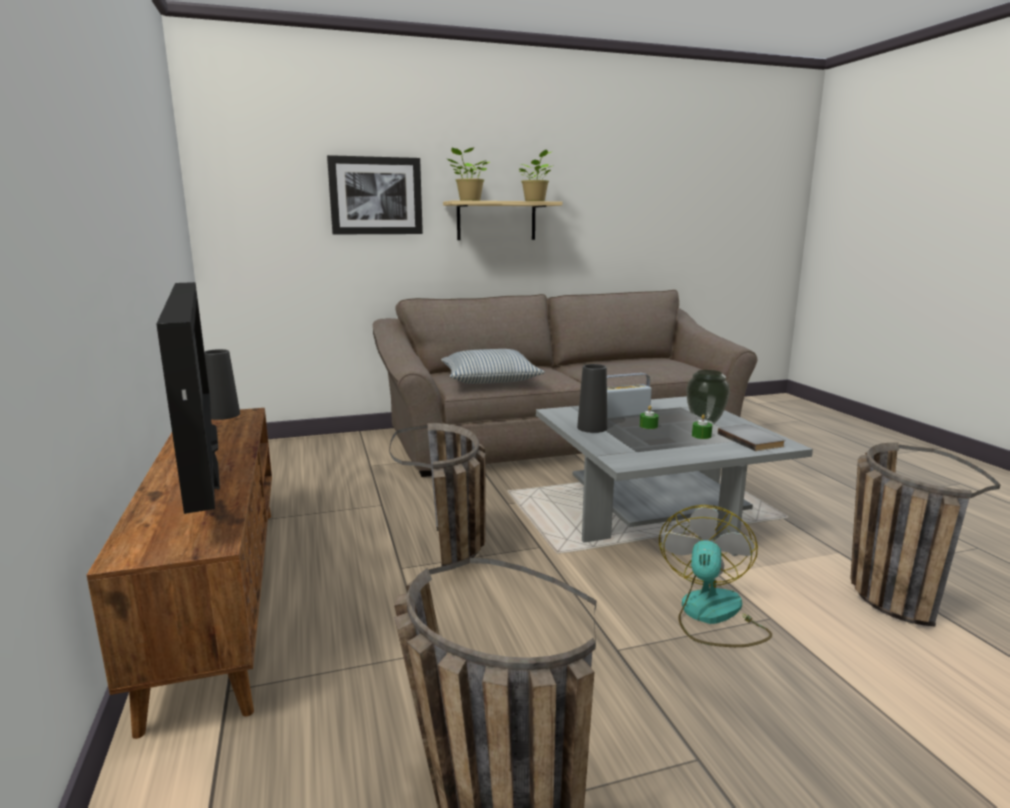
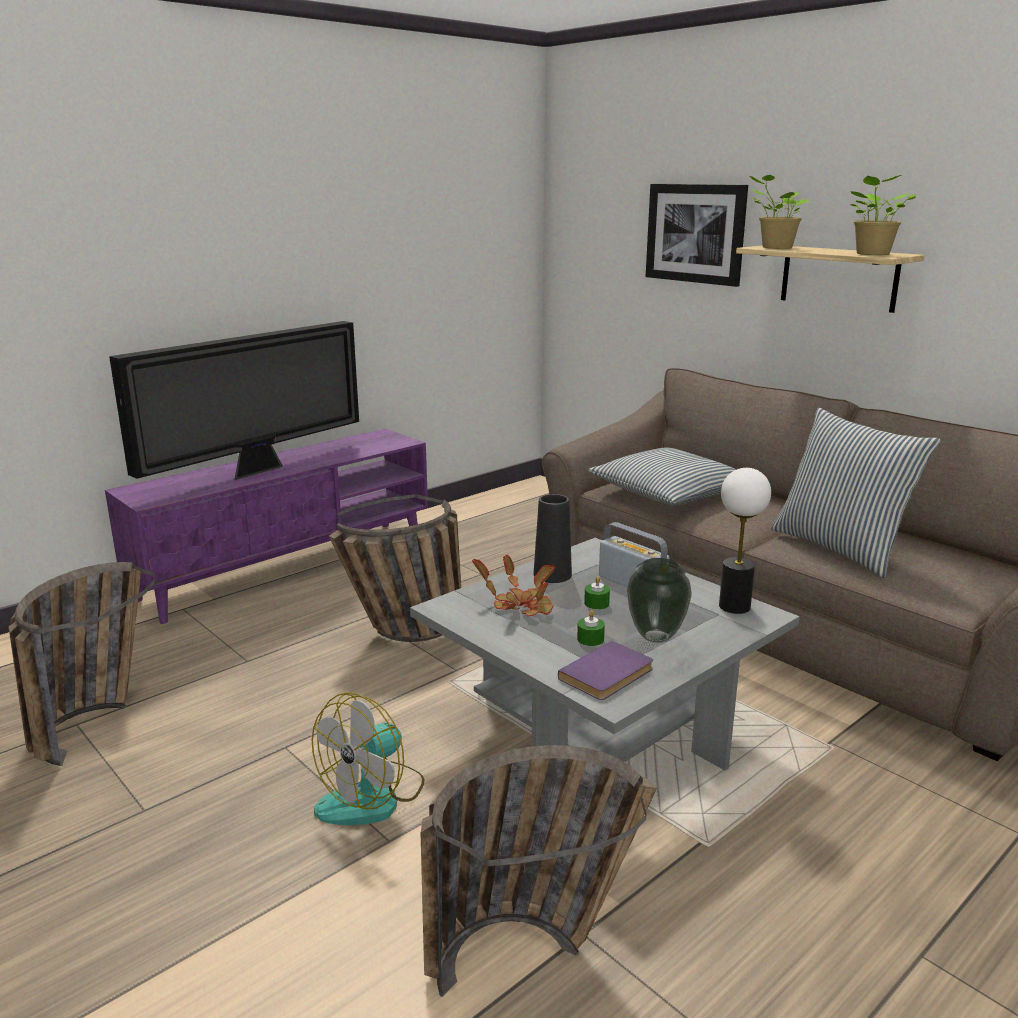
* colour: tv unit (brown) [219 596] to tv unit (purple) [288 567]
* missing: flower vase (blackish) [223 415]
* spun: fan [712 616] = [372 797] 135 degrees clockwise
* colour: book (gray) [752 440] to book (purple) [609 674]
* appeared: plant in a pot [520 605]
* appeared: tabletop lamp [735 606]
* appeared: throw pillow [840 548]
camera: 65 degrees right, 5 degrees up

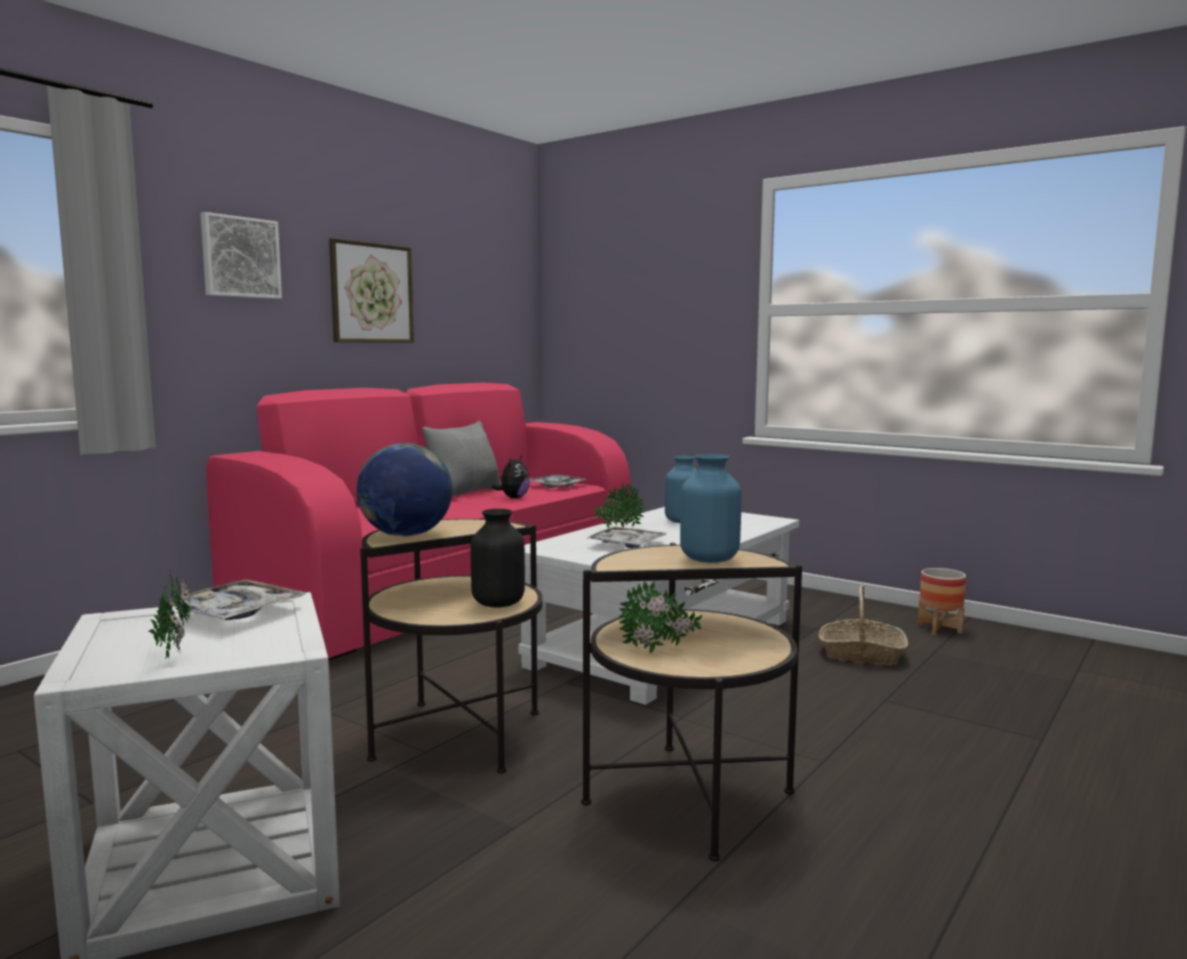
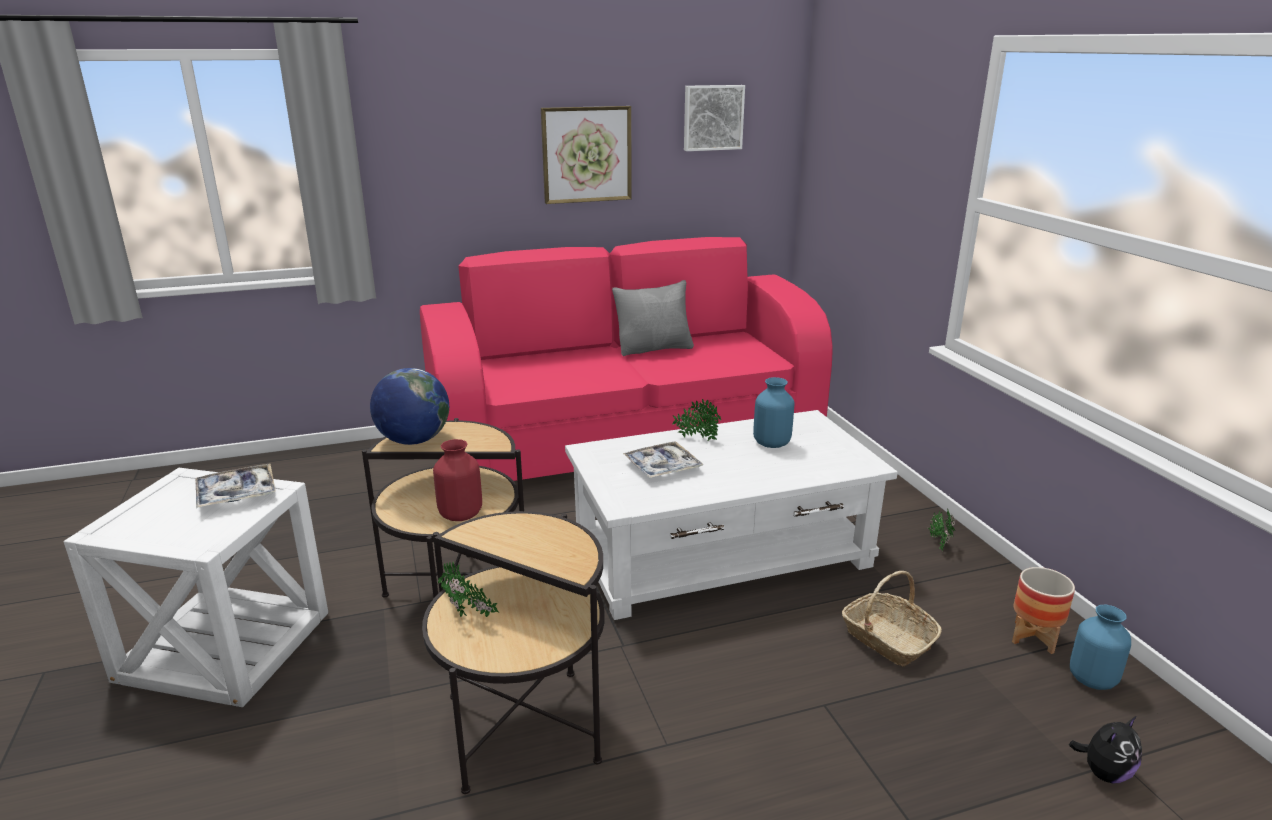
* relocated: plant in a pot [171 653] to [938 543]
* relocated: wall picture [240 257] to [712 117]
* colour: flower vase (blackish) [499 603] to flower vase (reddish) [461 514]
* relocated: plush toy [513 498] to [1104 772]
* missing: serving tray [556 486]
* relocated: flower vase (bluish) [708 559] to [1091 679]
camera: 35 degrees right, 15 degrees up

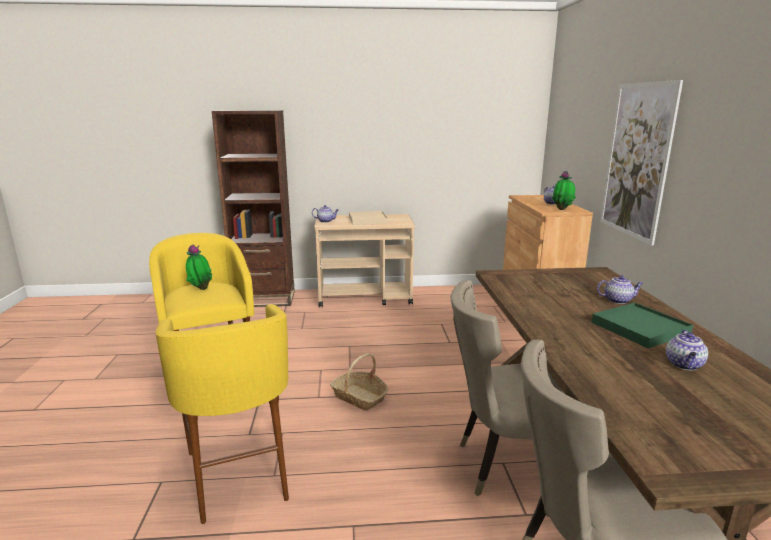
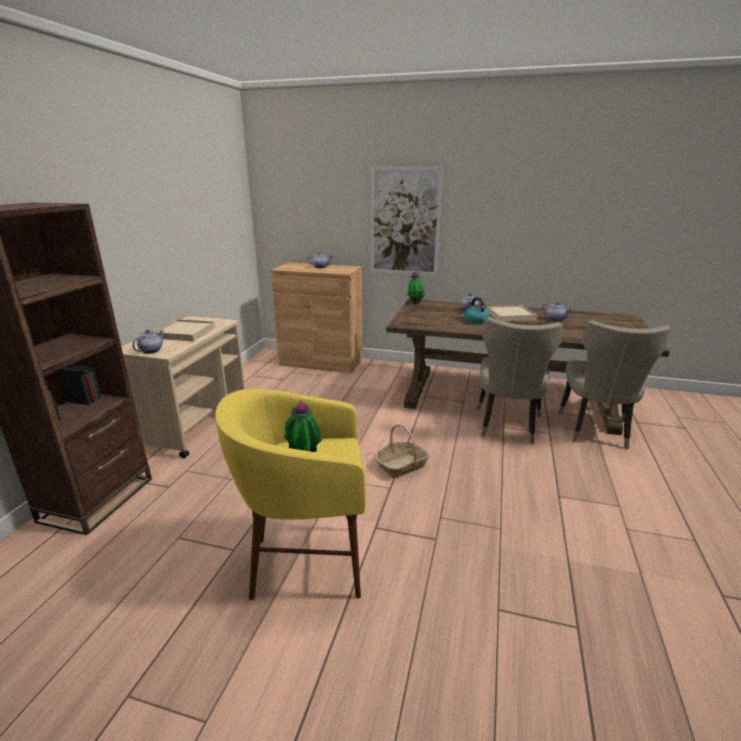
* missing: sitting stool (yellow) [240 474]
* relocated: plant in a pot [562 209] to [415 303]
* colour: serving tray (green) [640 328] to serving tray (beige-coloured) [510 315]
* appeared: tea kettle [475 320]
camera: 70 degrees left, 5 degrees up

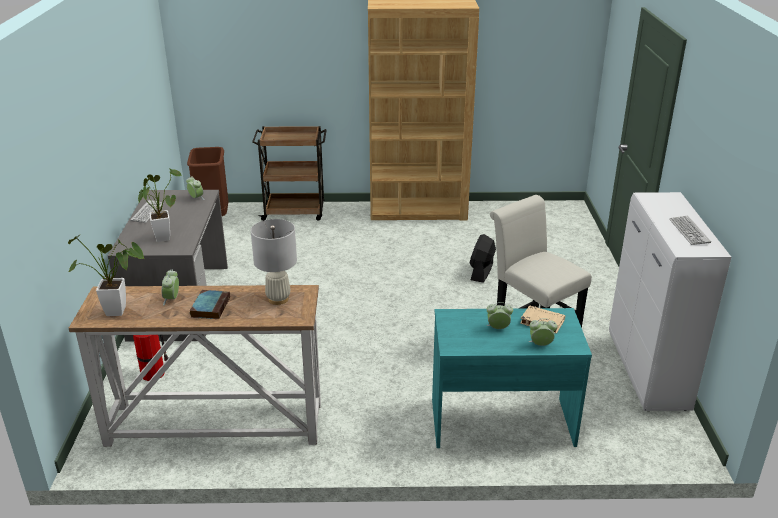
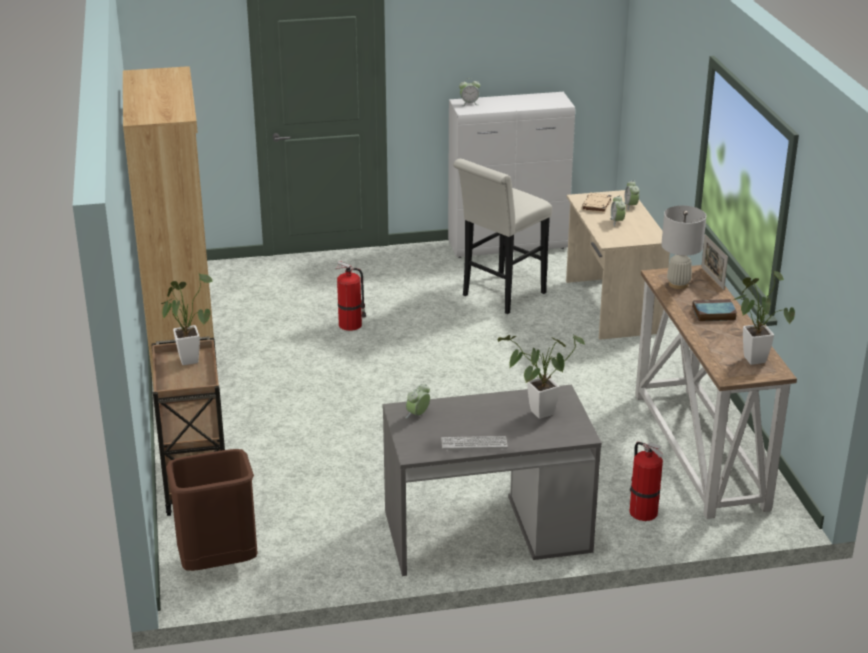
* relocated: bedside clock [172 299] to [469 103]
* colour: desk unit (blue-green) [501 421] to desk unit (beige-coloured) [611 307]
* exchanged: fan (blackish) [481 272] to fire extinguisher [351 325]
* missing: keyboard [689 231]
* appeared: plant in a pot [188 358]
* appeared: photo frame [712 278]
camera: 100 degrees left, 0 degrees up

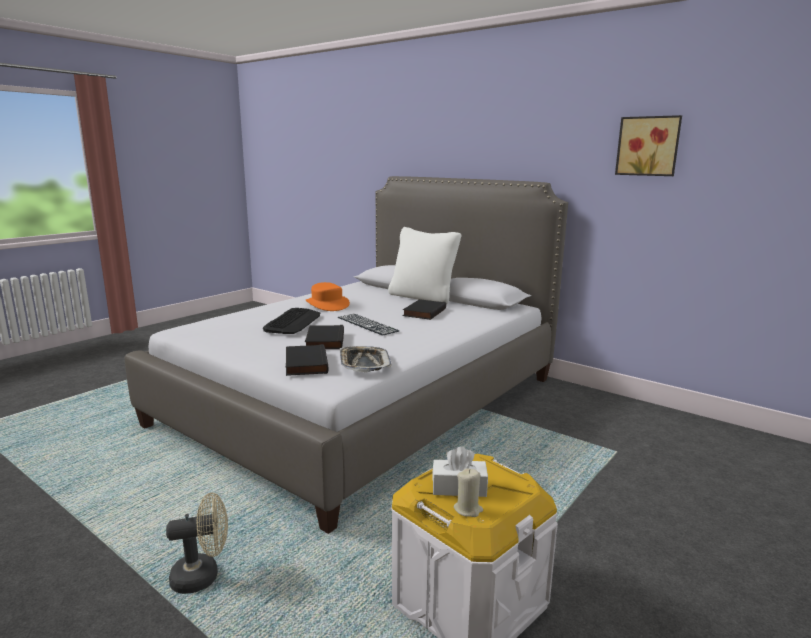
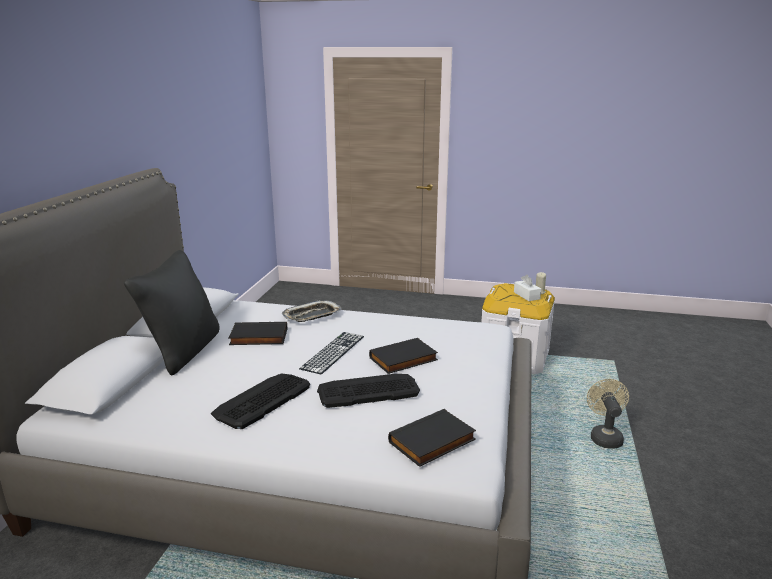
* spun: fan (beige-coloured) [203 576] = [604 436] 45 degrees clockwise
* relocated: book (blackish) [304 363] to [433 442]
* exchanged: clothing hat (orangey) [327 304] to keyboard [262 400]
* relocated: serving tray [364 363] to [312 316]
* colour: throw pillow (white-coloured) [423 297] to throw pillow (blackish) [183 351]
* missing: wall picture [648 146]
camera: 115 degrees left, 5 degrees up

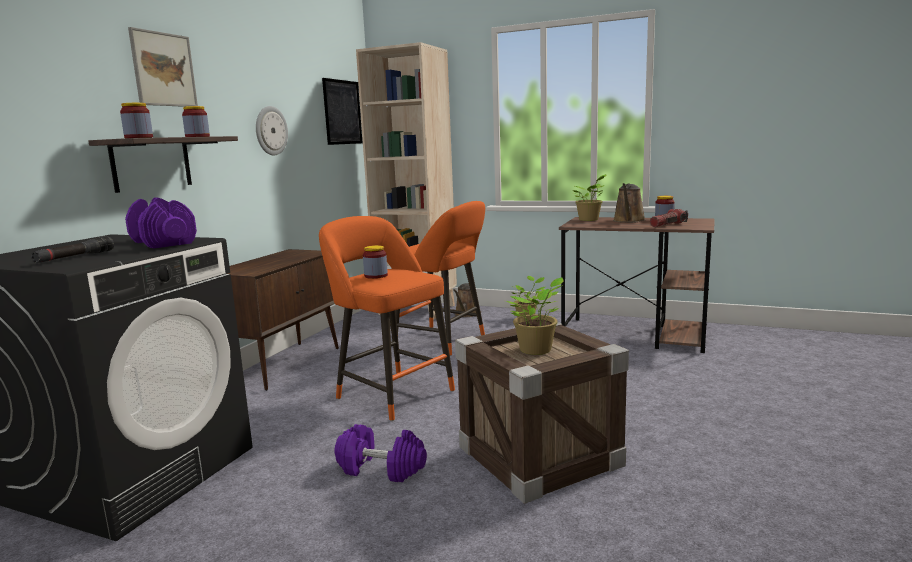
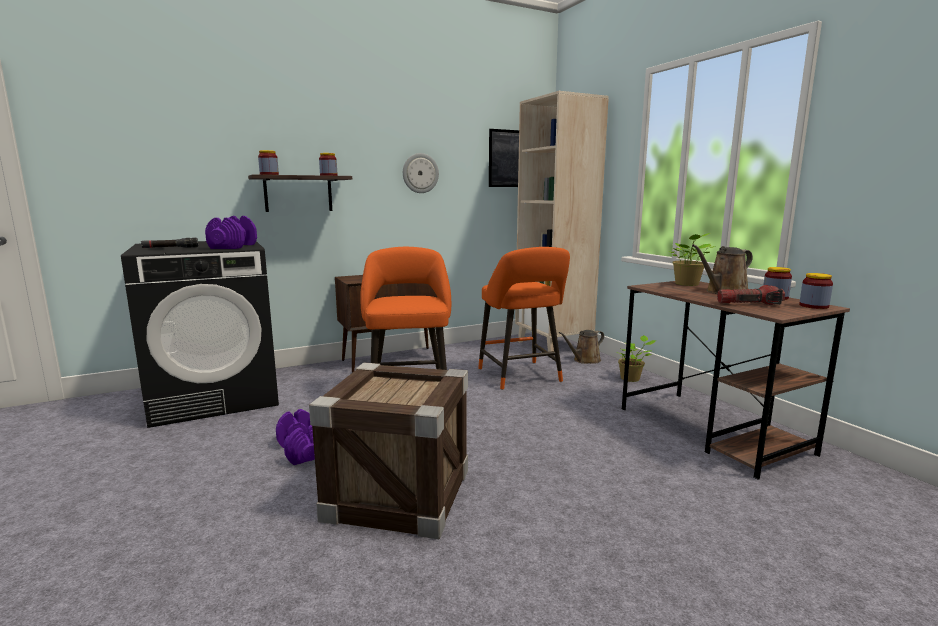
* missing: wall picture [163 69]
* relocated: storage jar [376 276] to [813 306]
* missing: plant in a pot [537 350]
camera: 40 degrees right, 0 degrees up

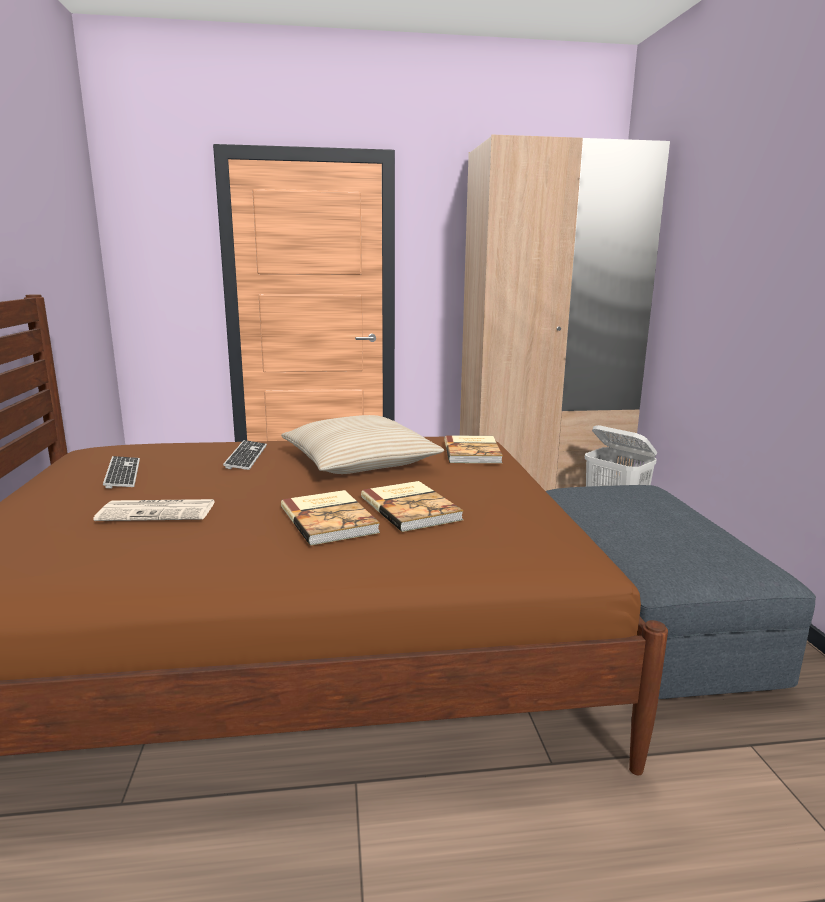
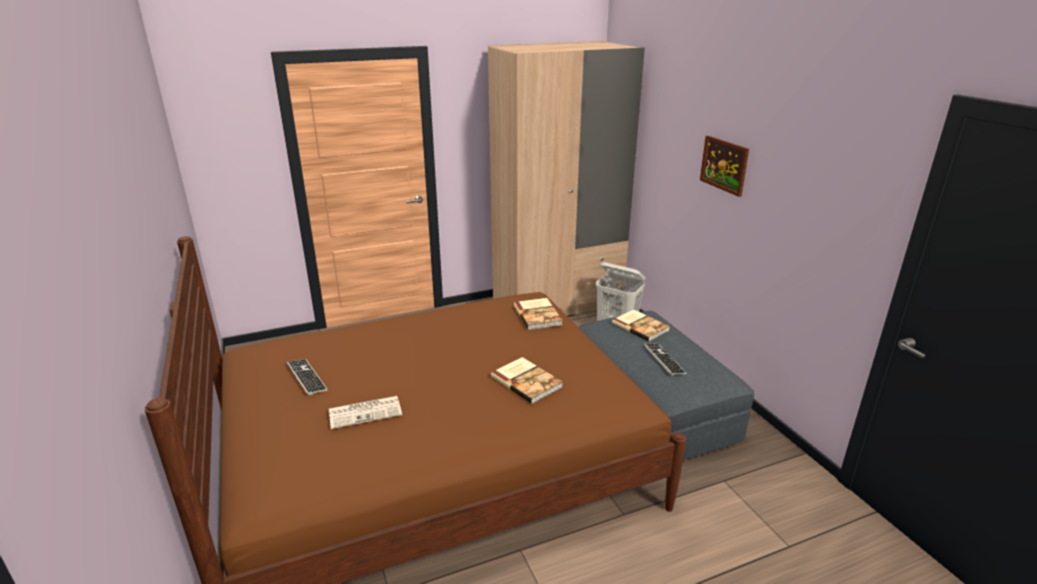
* relocated: keyboard [246 457] to [664 360]
* missing: throw pillow (beige-coloured) [359 461]
* relocated: book [330 519] to [640 326]
* appeared: wall picture [724 165]
camera: 15 degrees left, 10 degrees up

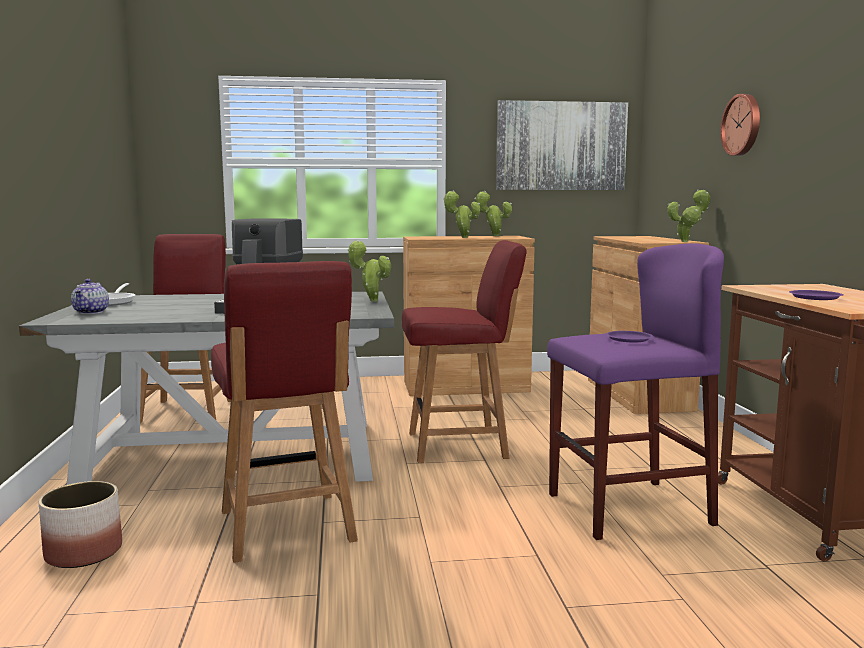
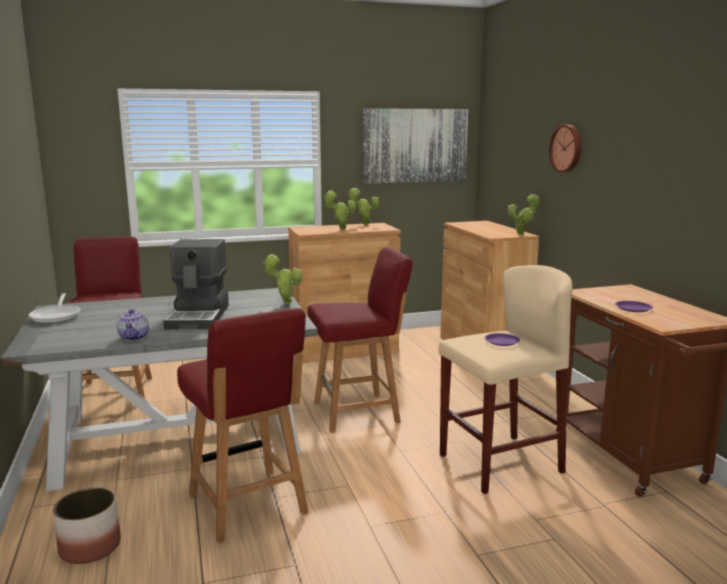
* relocated: pot for tea [91 312] to [134 337]
* colour: sitting stool (purple) [628 509] to sitting stool (beige-coloured) [500 463]
camera: 10 degrees left, 5 degrees up

